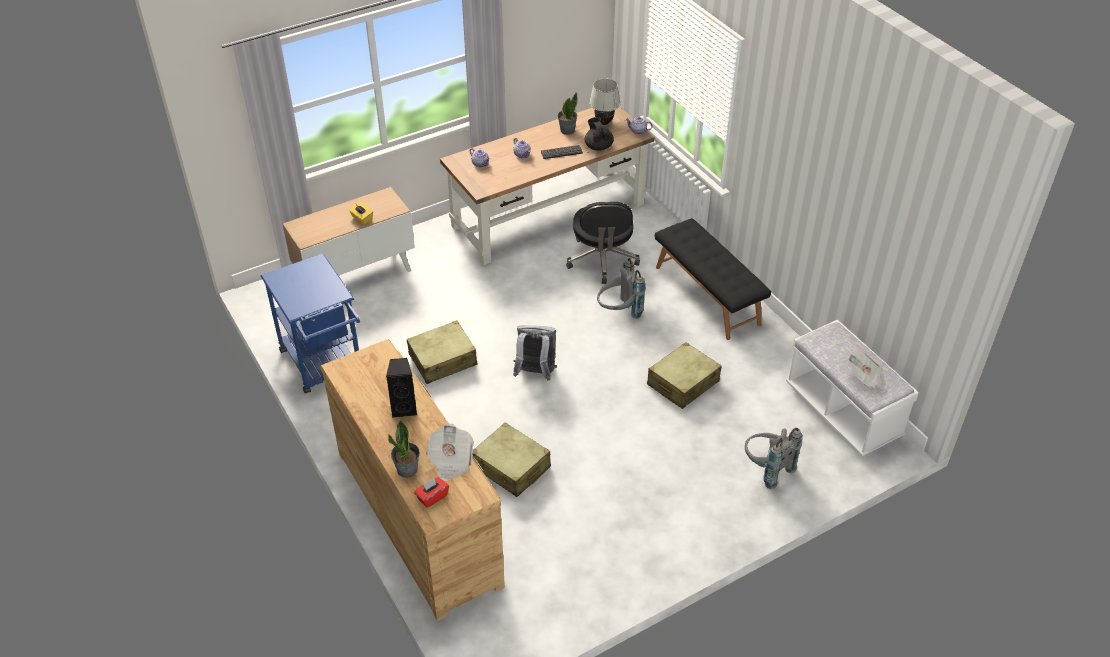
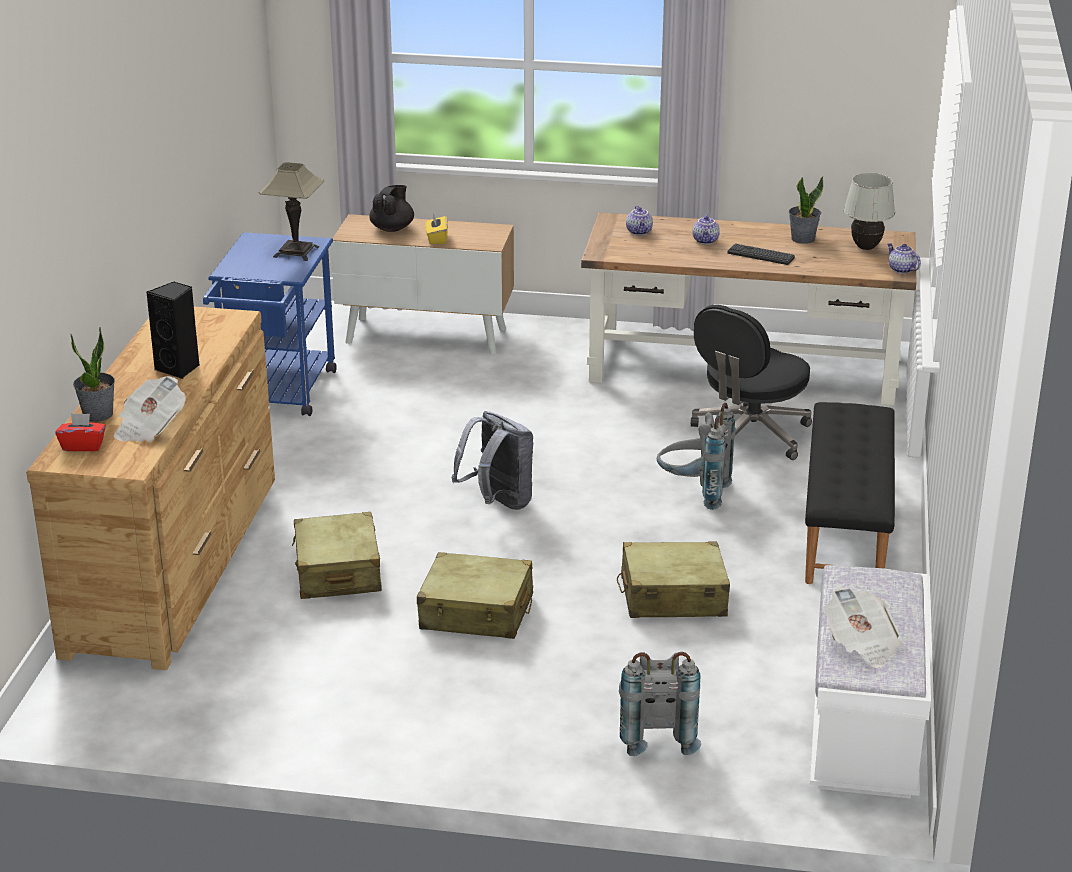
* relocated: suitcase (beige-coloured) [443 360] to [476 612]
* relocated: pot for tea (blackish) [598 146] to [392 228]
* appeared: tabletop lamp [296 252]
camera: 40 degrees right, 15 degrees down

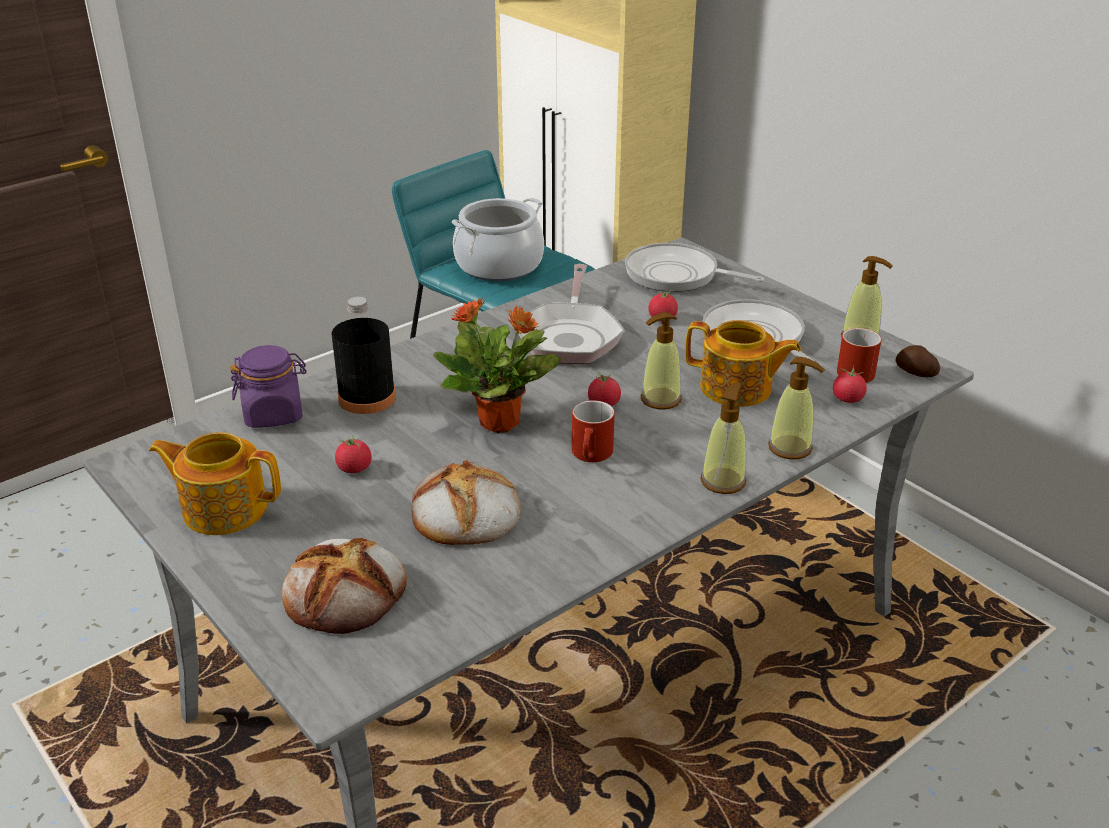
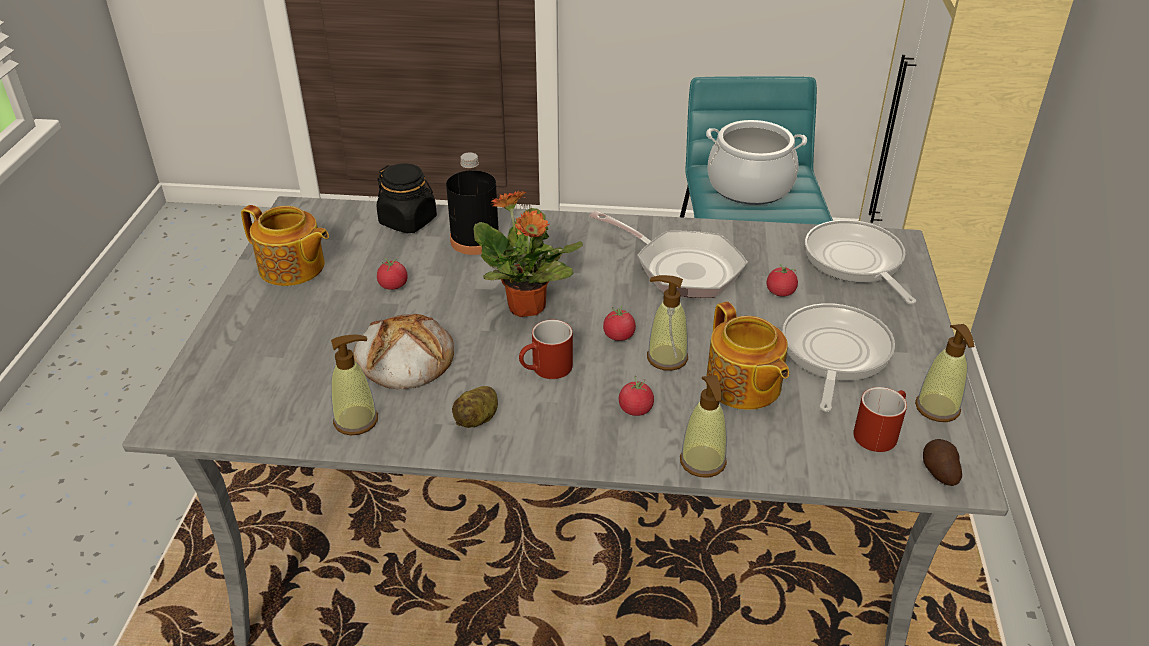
* spun: pot for tea [223 508] = [292 268] 150 degrees clockwise
* colour: storage jar (purple) [274 414] to storage jar (blackish) [408 221]
* missing: baked bread [346 592]
* spun: skillet [570 336] = [681 268] 105 degrees counterclockwise
* relocated: soap dispenser [723 481] to [356 420]
* relocated: tomato [847 399] to [635 409]
* appeared: potato [478 419]
camera: 45 degrees right, 5 degrees up

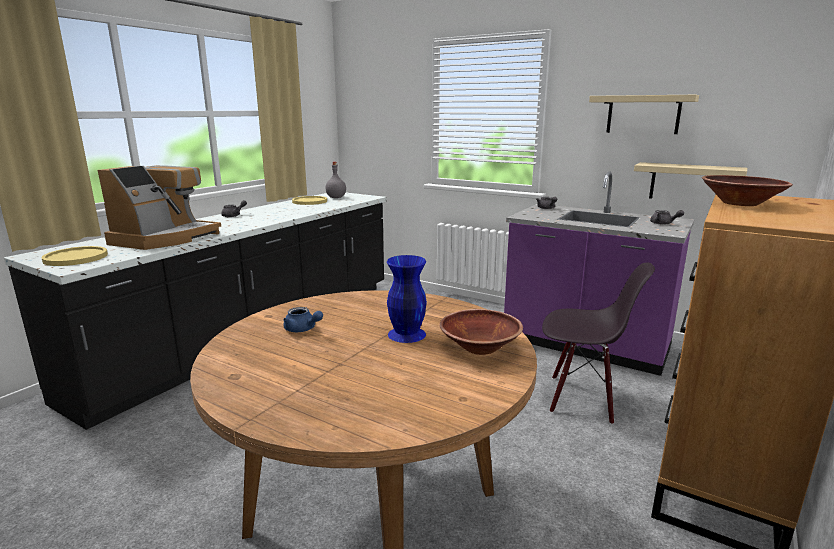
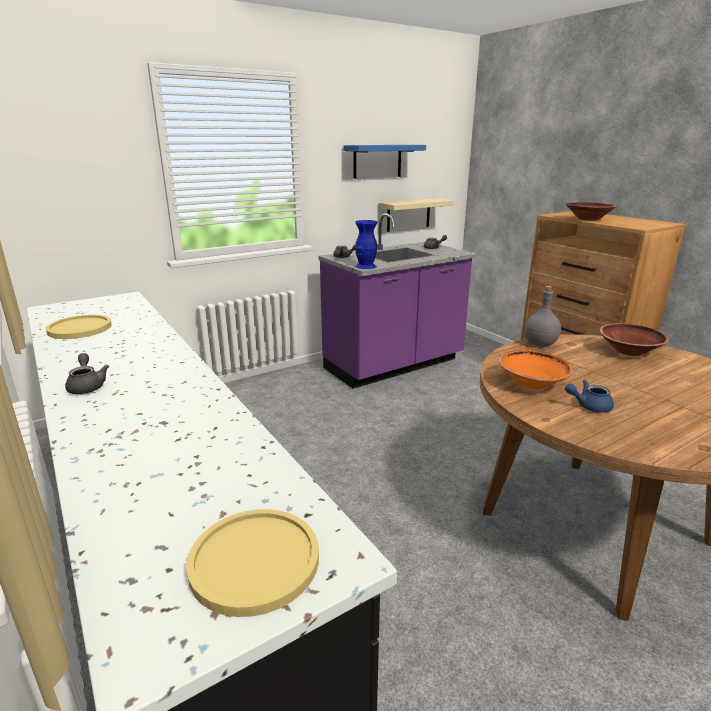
* missing: coffee maker [166 238]
* spun: pot for tea (bluish) [302 329] = [588 406] 150 degrees counterclockwise
* relocated: beverage bottle (gray) [336 197] to [539 344]
* relocated: flower vase (bluish) [406 334] to [365 266]
* missing: upright chair (blackish) [582 398]
* colour: bracket shelf (beige-coloured) [643 114] to bracket shelf (bluish) [377 161]
* appeared: bowl (orangey) [532 383]
camera: 65 degrees left, 5 degrees up

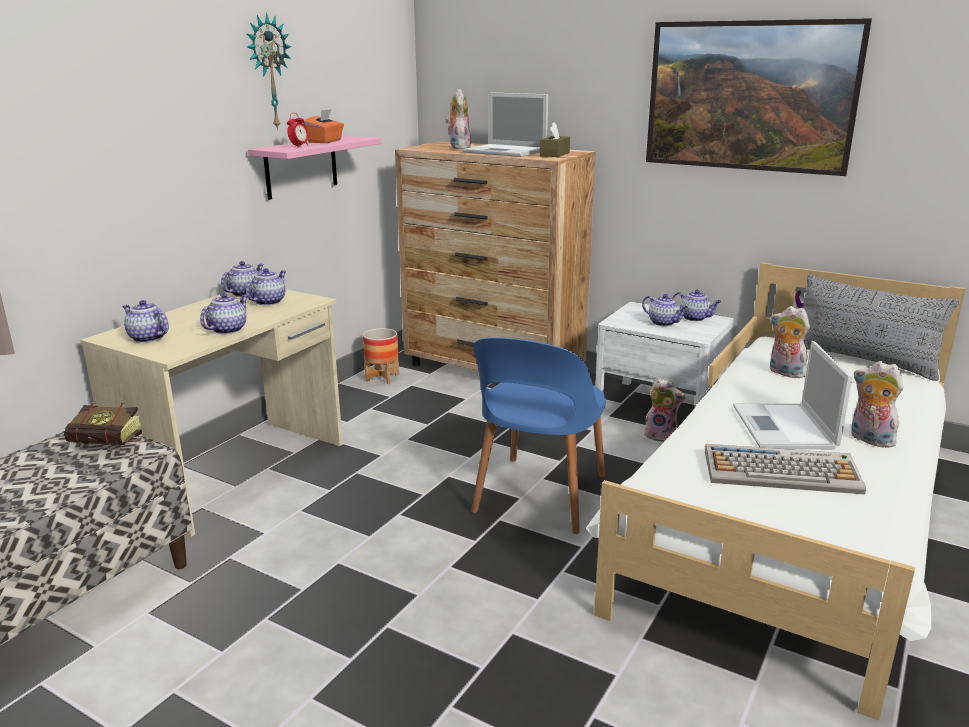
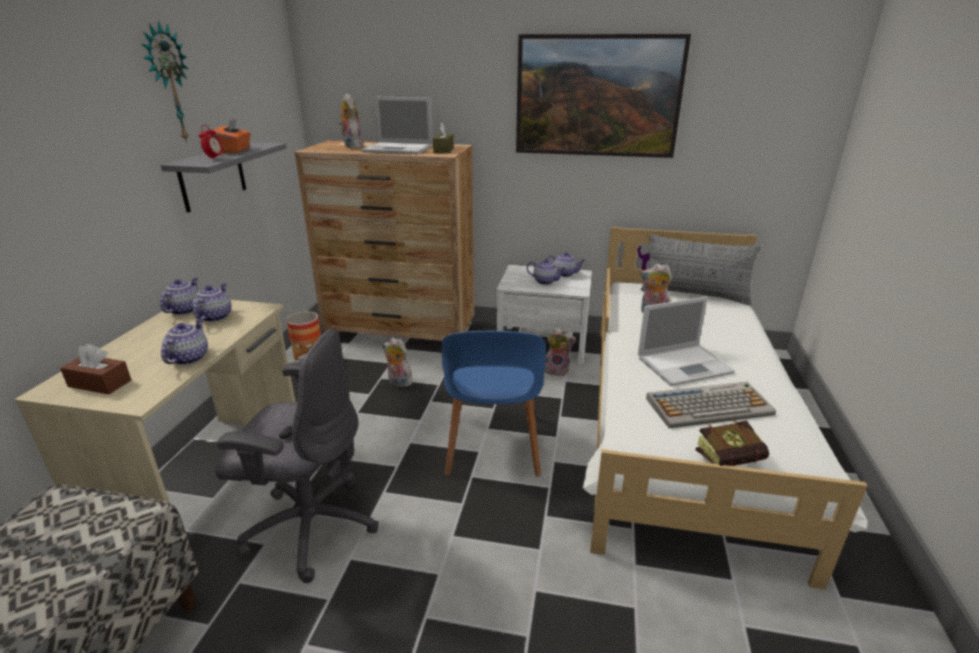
* relocated: book [114 446] to [734 460]
* exchanged: pot for tea [147 338] to tissue holder (brown) [100 383]
* colour: bracket shelf (pink) [301 167] to bracket shelf (gray) [212 176]
* spun: portable computer [784 428] = [685 364] 90 degrees counterclockwise
* relocated: plush toy [869 440] to [398 382]
* appeared: computer chair (gray) [310 526]
camera: 20 degrees left, 5 degrees up

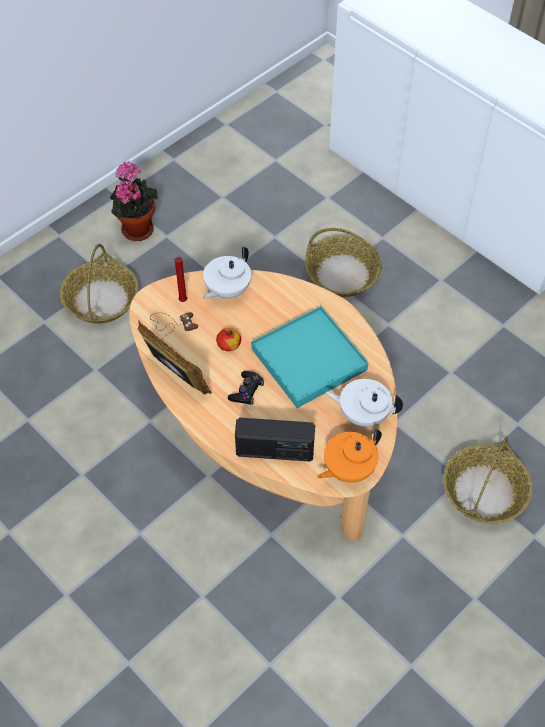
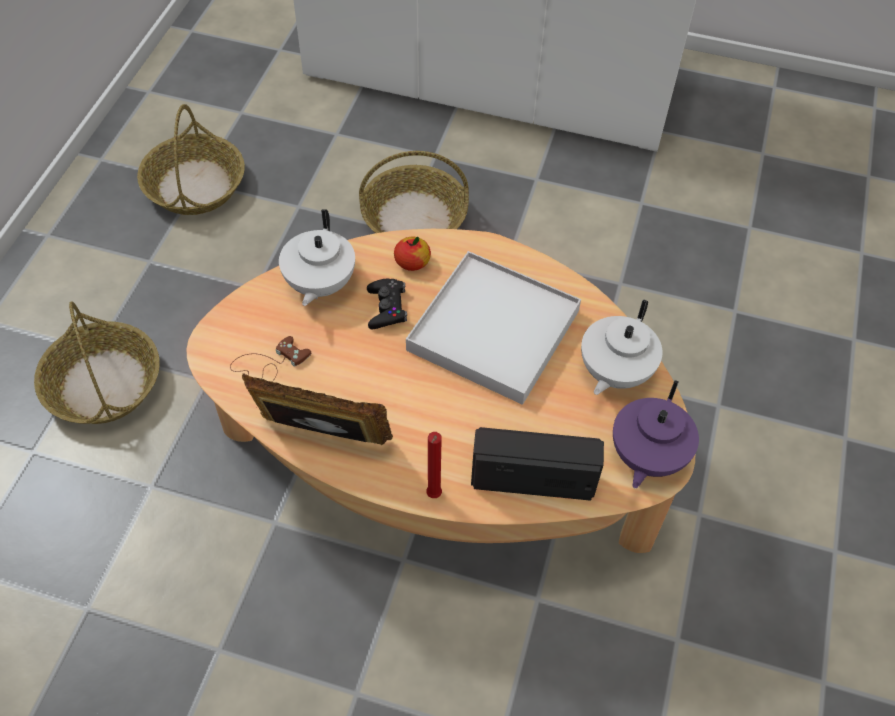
* missing: plant in a pot [136 227]
* relocated: wax light (reddish) [182 301] to [433 496]
* relocated: apple [229 345] to [412 262]
* relocated: joypad (blackish) [246 391] to [387 308]
* spun: radio [275 451] = [533 479] 150 degrees counterclockwise
* colour: serving tray (blue-green) [309 359] to serving tray (white-coloured) [493 330]
* colour: pot for tea (orangey) [348 469] to pot for tea (purple) [646 456]
* spun: pot for tea (white-coloured) [363 414] = [614 372] 45 degrees counterclockwise
* relocated: basket [484 492] to [195 186]
camera: 30 degrees left, 0 degrees up

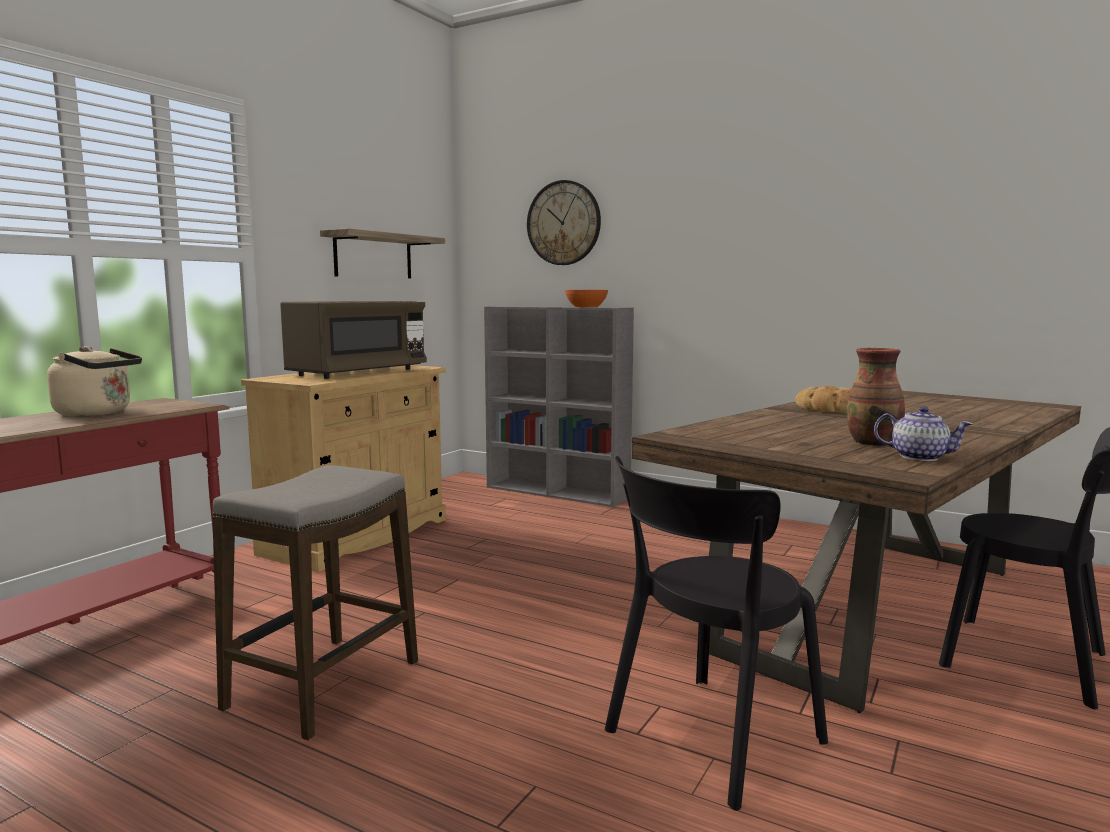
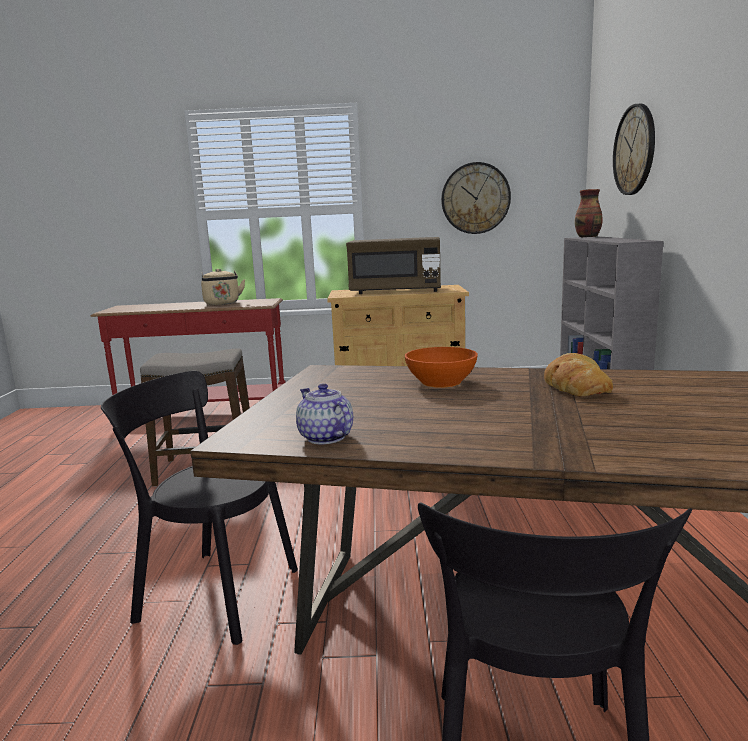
* exchanged: bracket shelf [373 256] to clock on the wall [475 198]
* relocated: bowl (orangey) [586 307] to [441 382]
* relocated: flower vase [874 443] to [588 237]
* spun: pot for tea [920 457] = [325 437] 150 degrees clockwise
camera: 60 degrees right, 5 degrees up

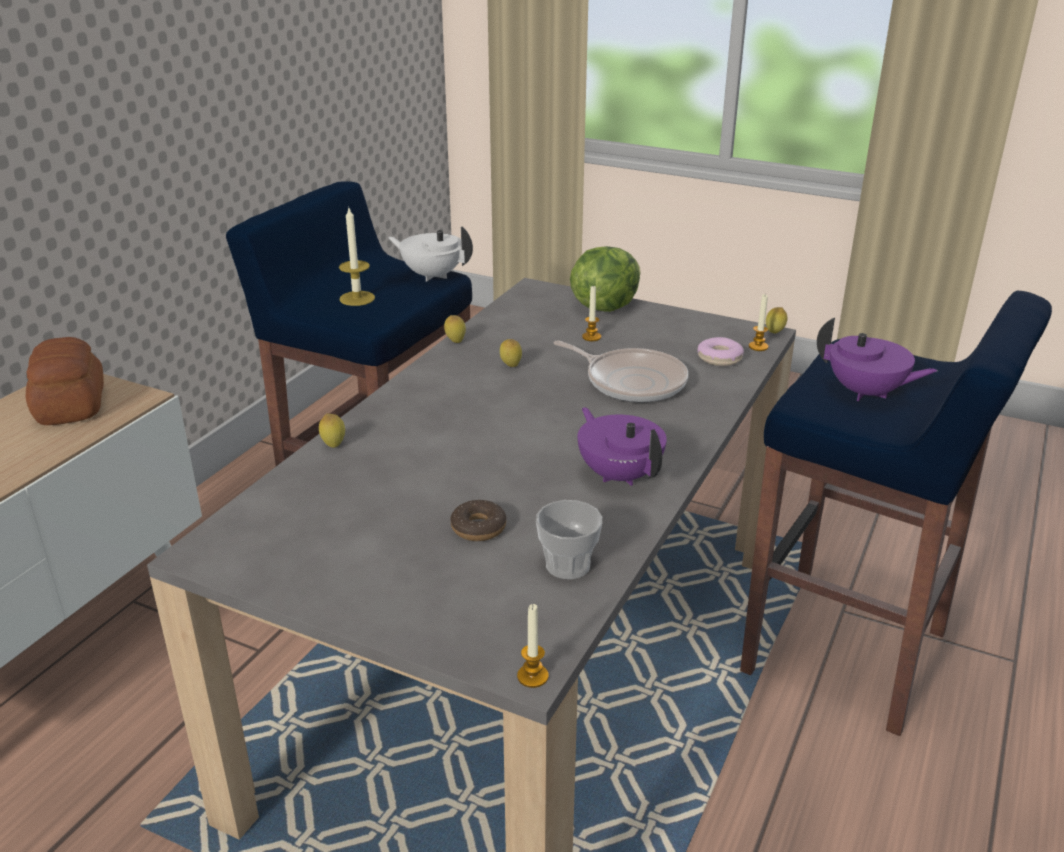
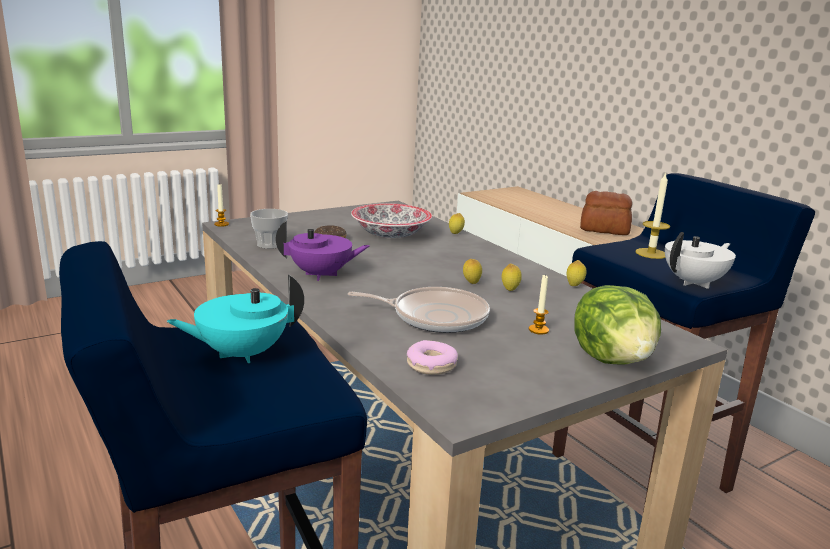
* spun: skillet [631 381] = [434 316] 150 degrees counterclockwise
* missing: wax light [758 347]
* relocated: citrus fruit [774 333] to [471 283]
* colour: pot for tea (purple) [866 393] to pot for tea (blue-green) [241 354]
* appeared: bowl [391 234]
camera: 120 degrees right, 10 degrees down

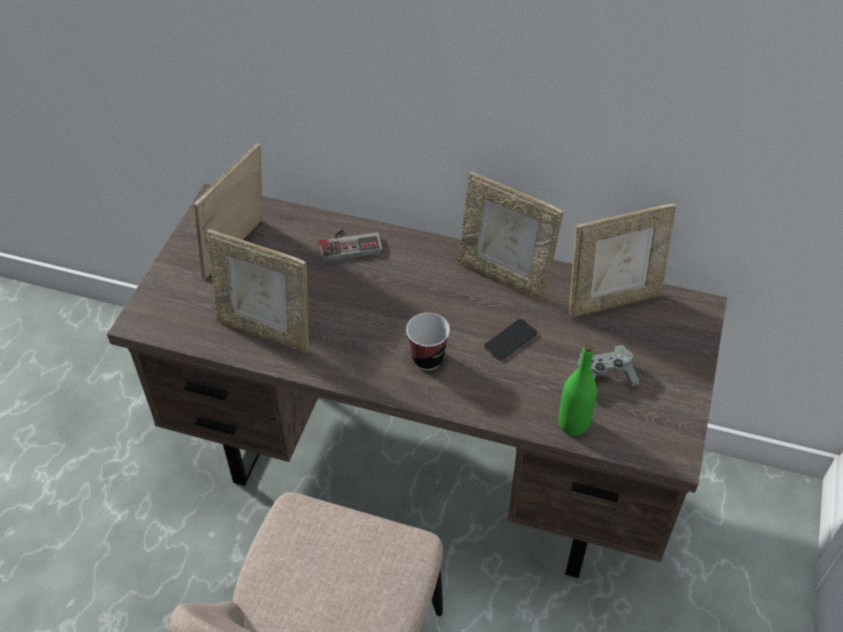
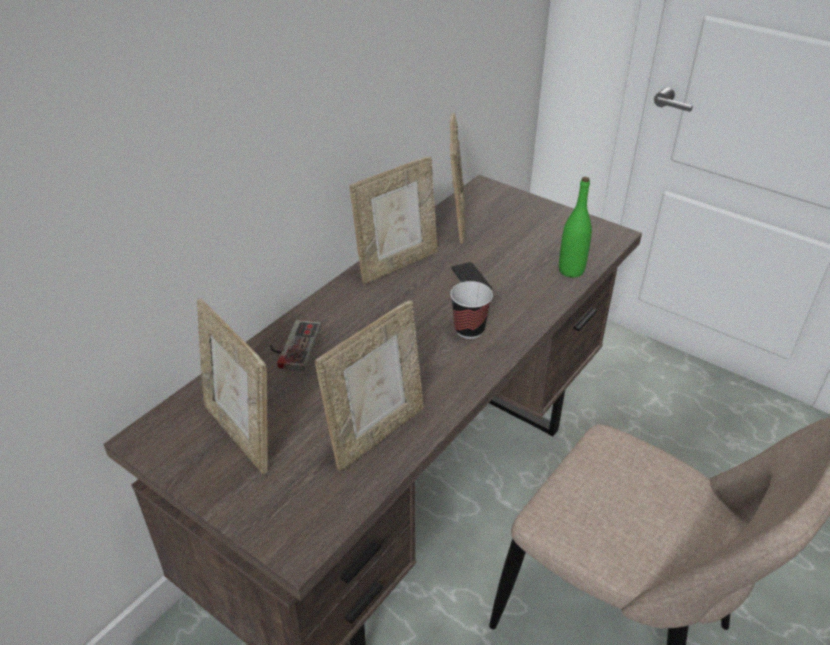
* missing: joypad (gray) [605 376]
camera: 70 degrees left, 10 degrees down

